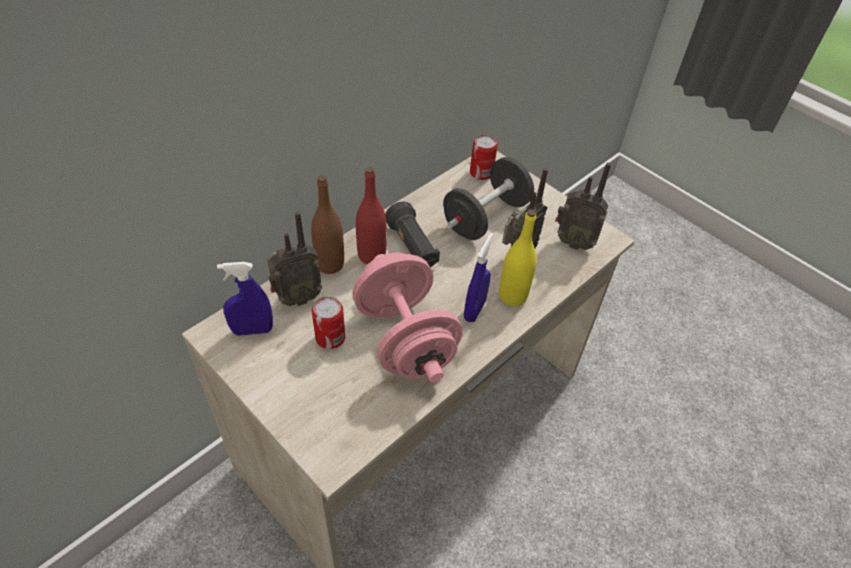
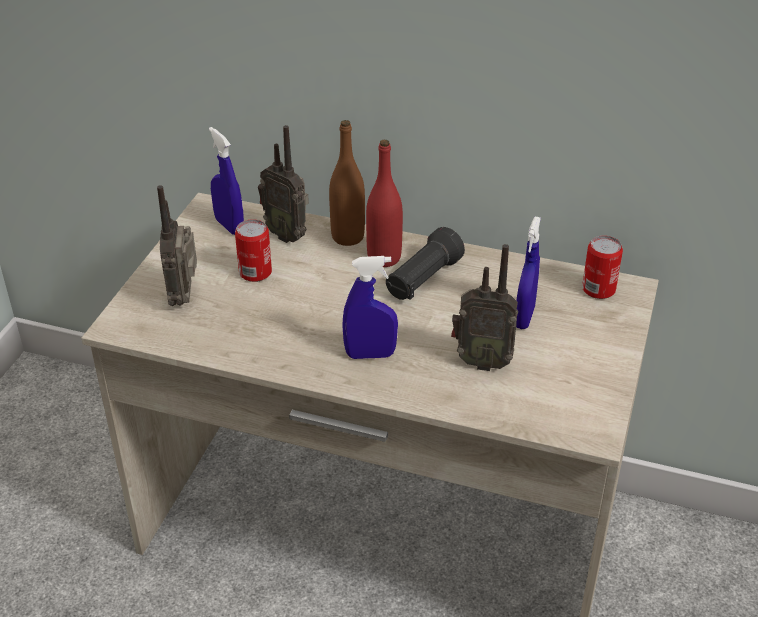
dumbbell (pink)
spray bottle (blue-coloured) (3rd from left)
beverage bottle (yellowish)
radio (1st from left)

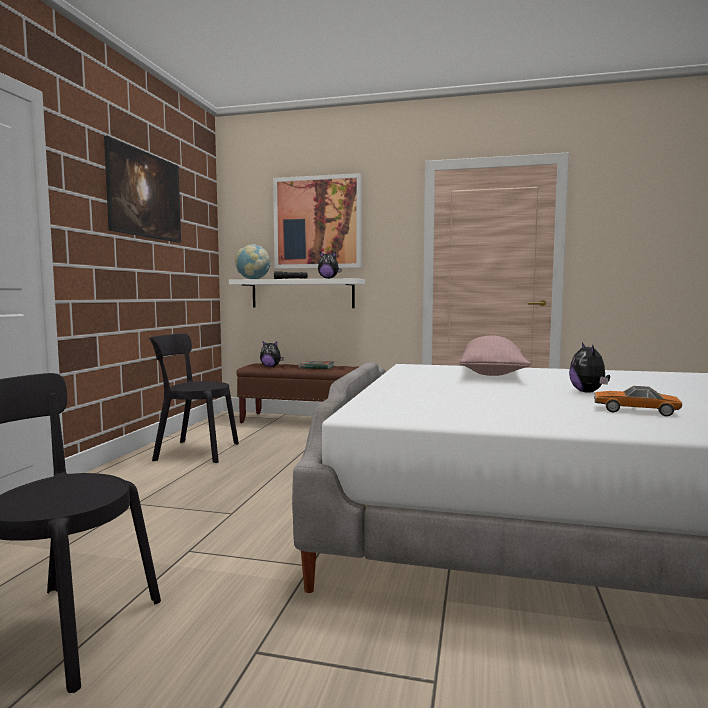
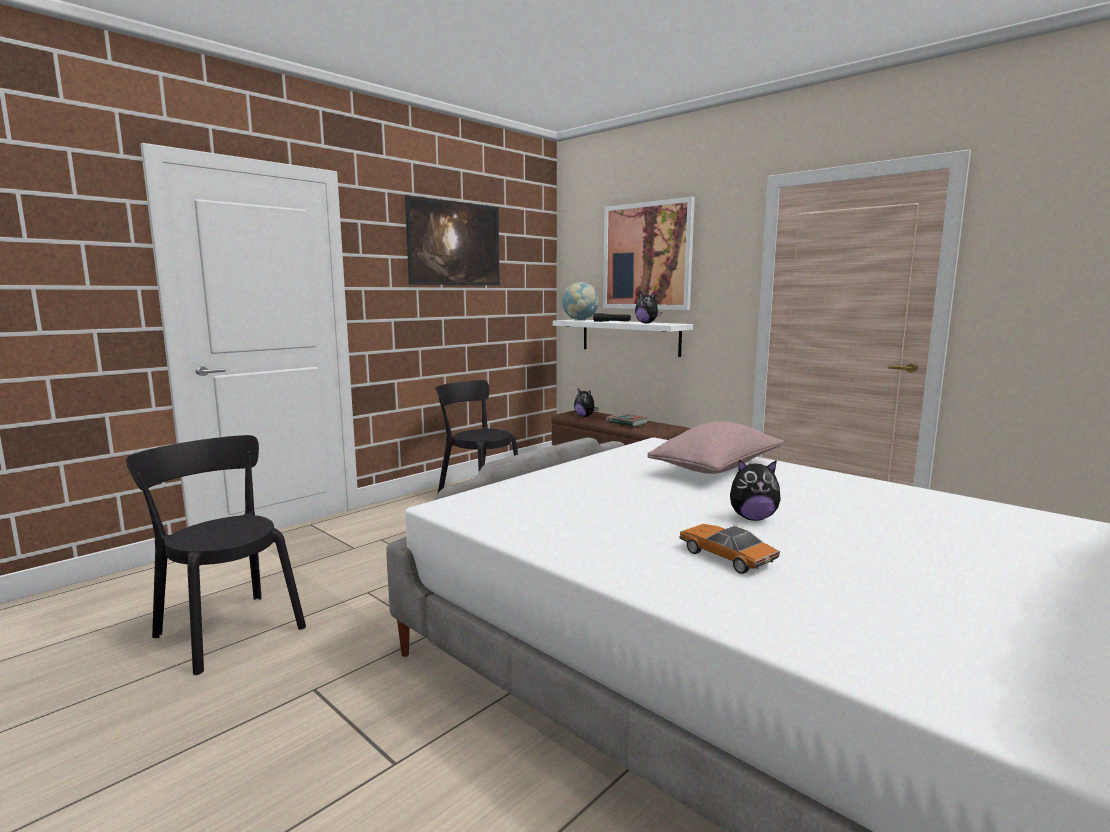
plush toy (3rd from left)

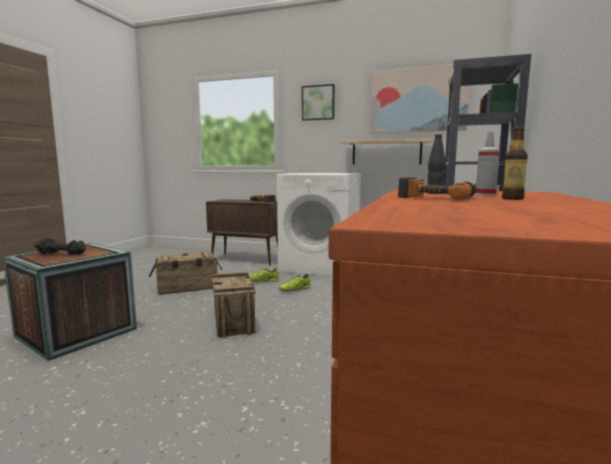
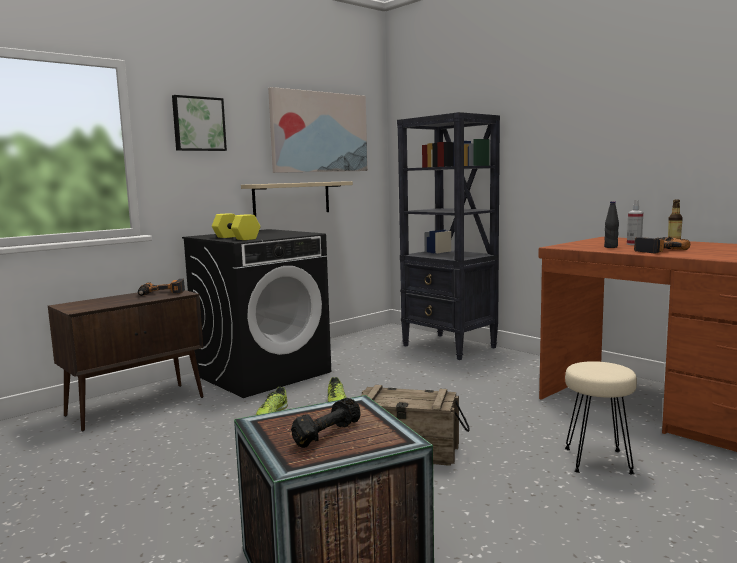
shipping crate (2nd from left in the first image)
laundry machine (blackish)
dumbbell (yellowish)
stool (sand-coloured)

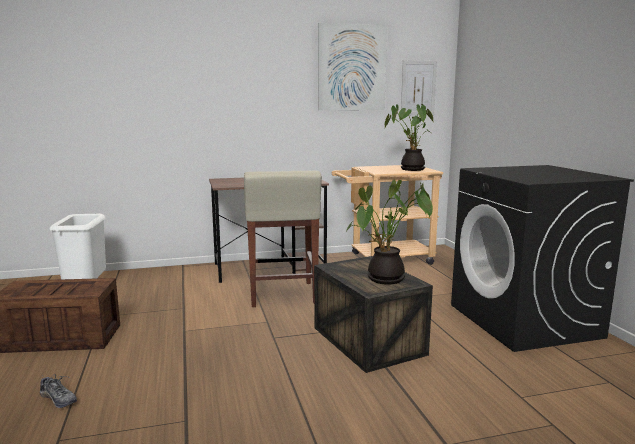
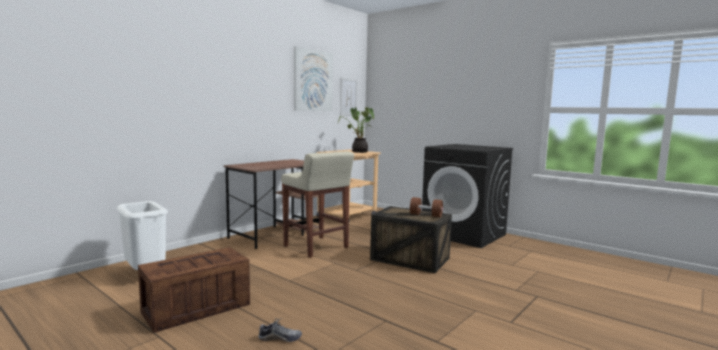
dumbbell (brown-coloured)

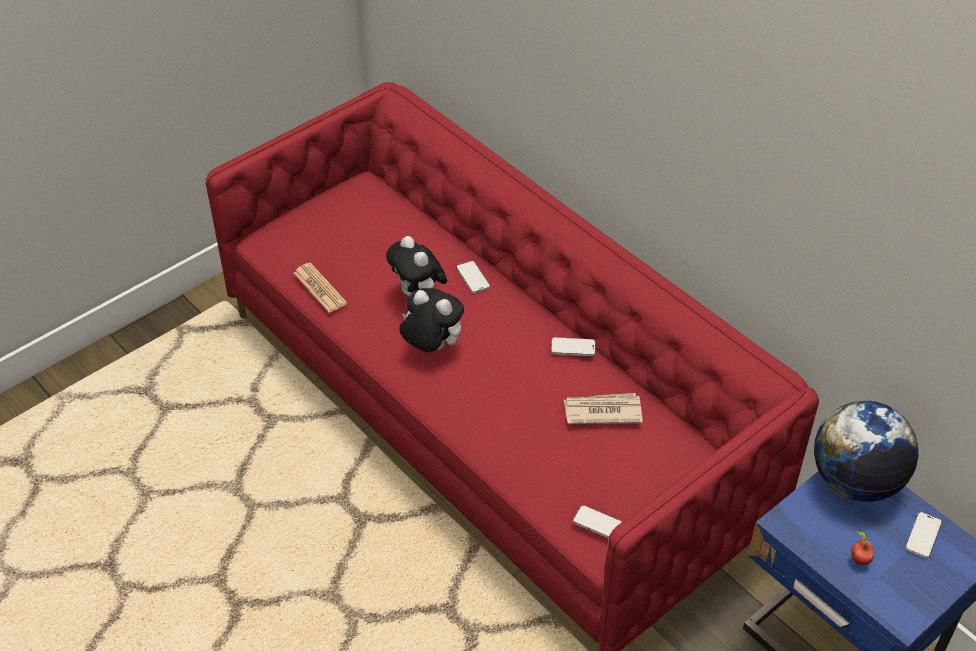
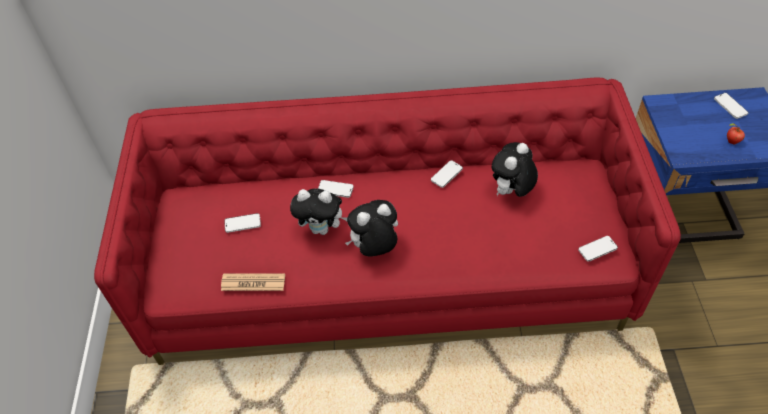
plush toy (3rd from left)
globe
telephone (1st from left)

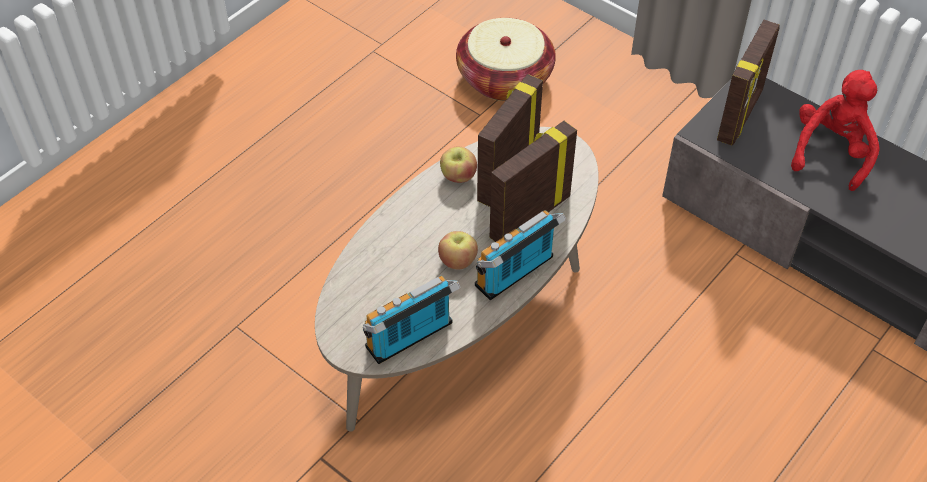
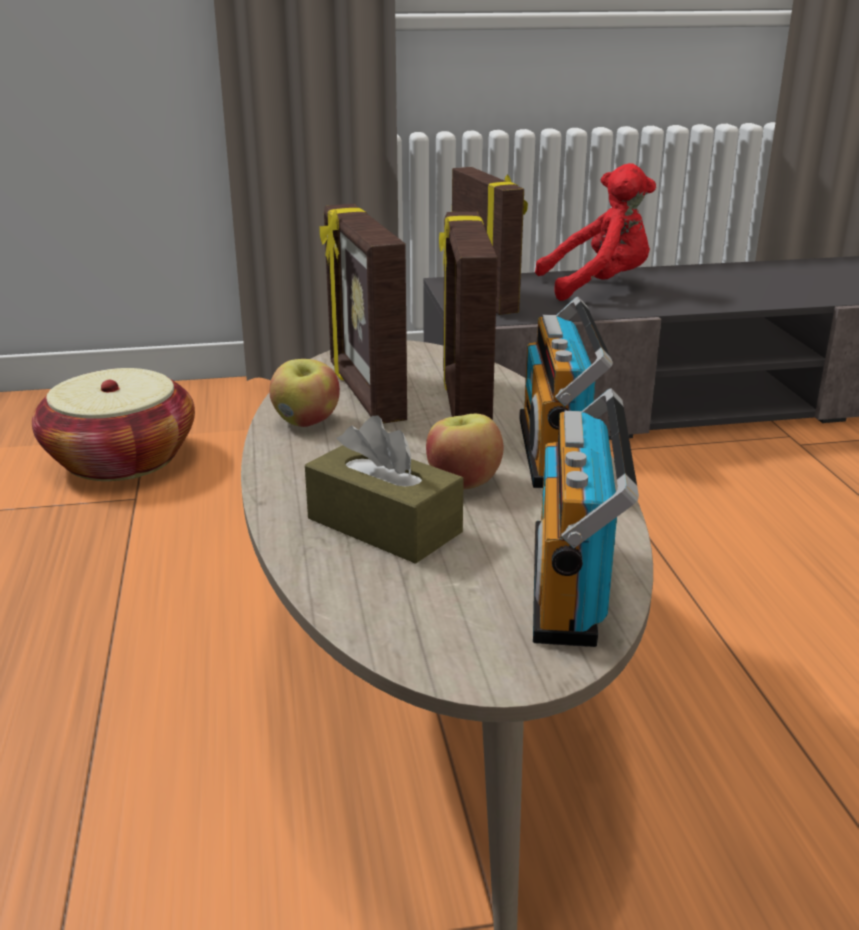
plush toy (reddish)
tissue holder (brown-coloured)

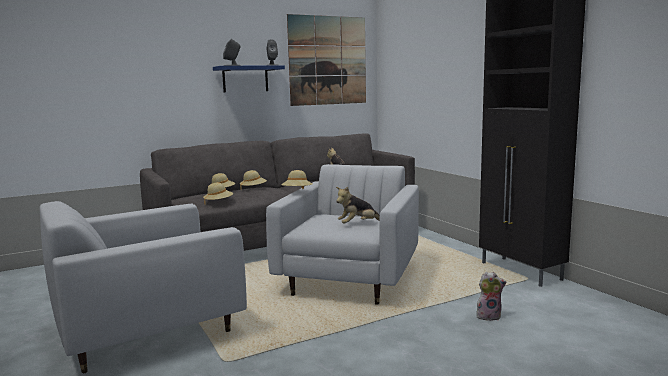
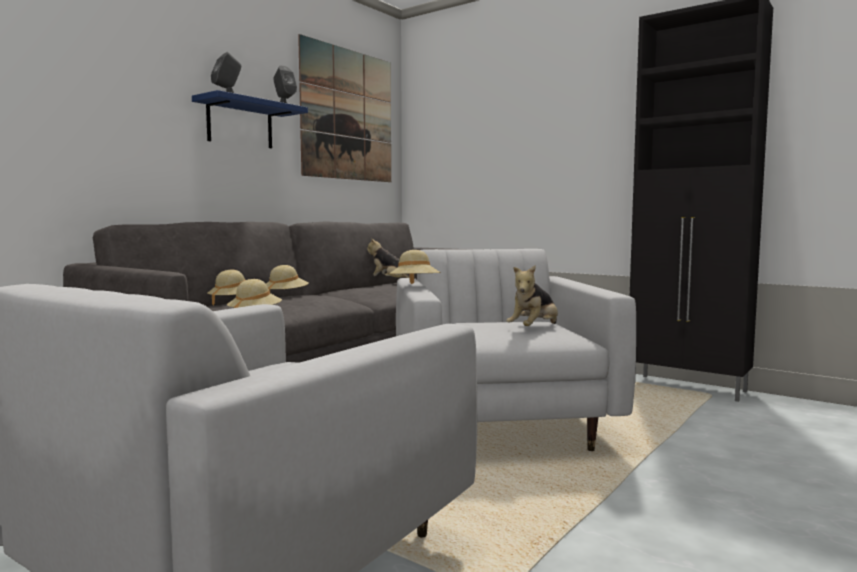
plush toy (3rd from left in the first image)

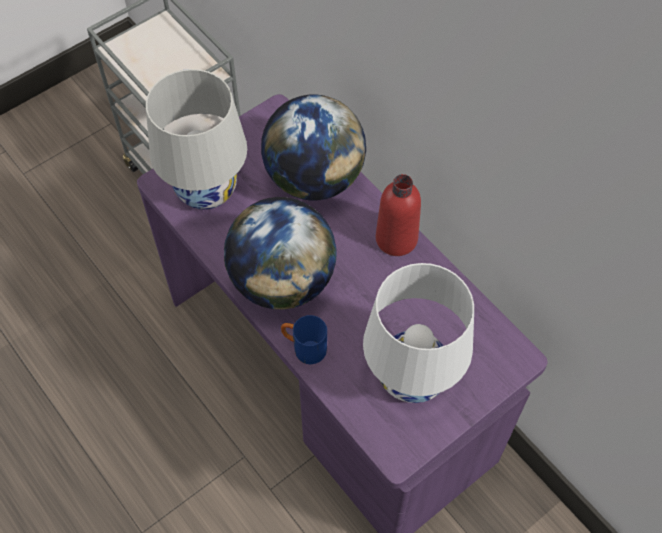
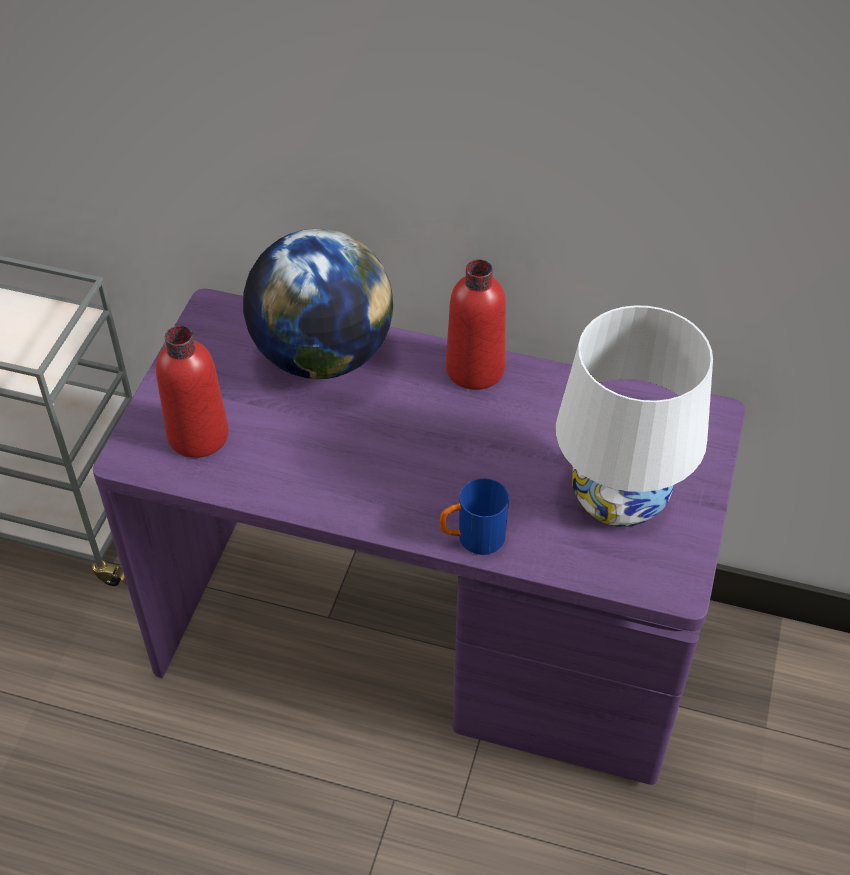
beverage bottle (reddish) (1st from left)
globe (1st from left in the first image)

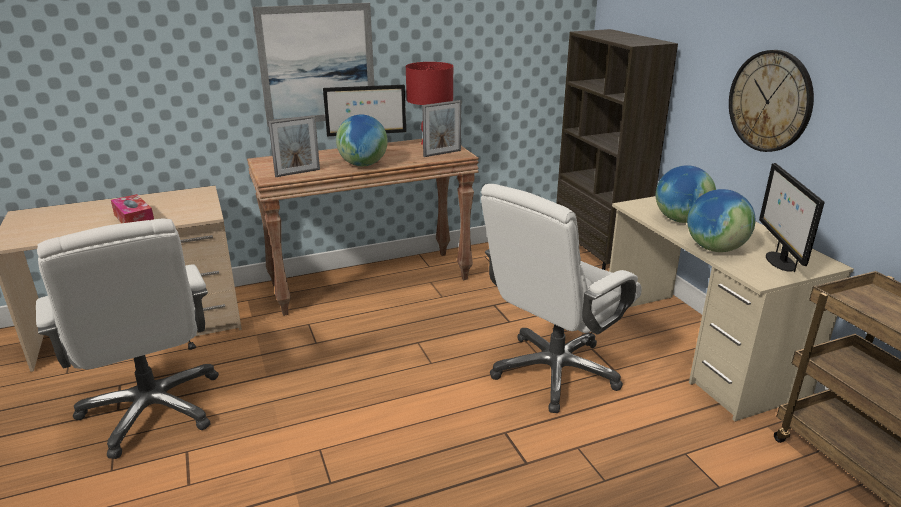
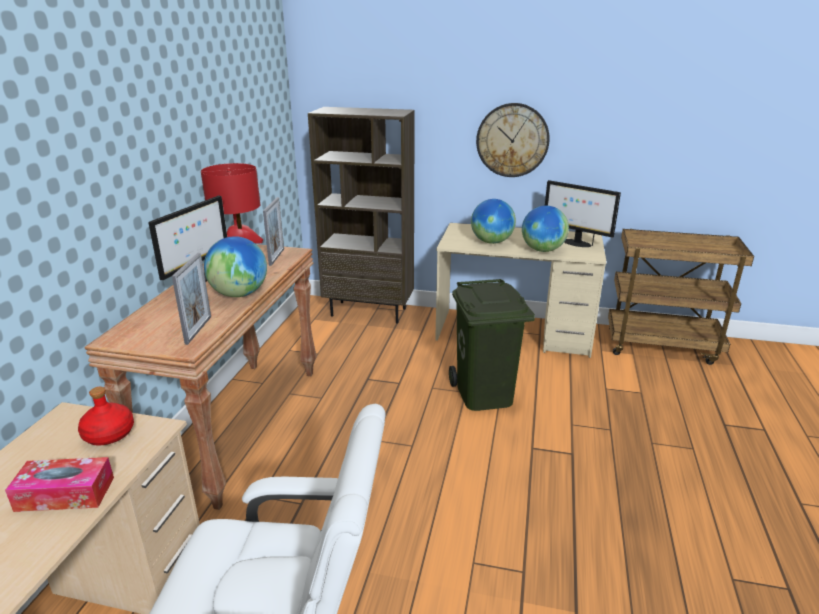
wall picture
trash can (greenish)
beverage bottle (reddish)

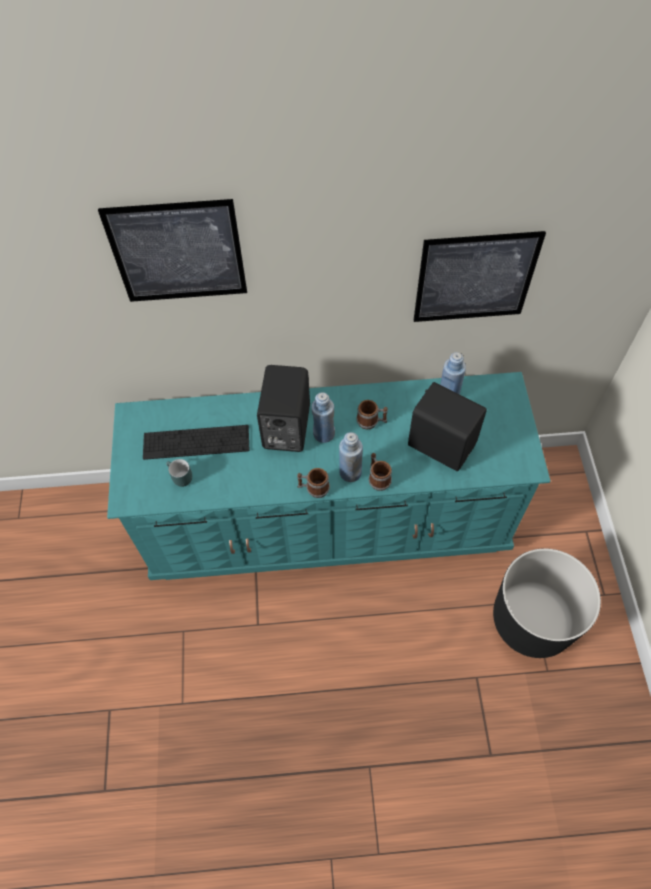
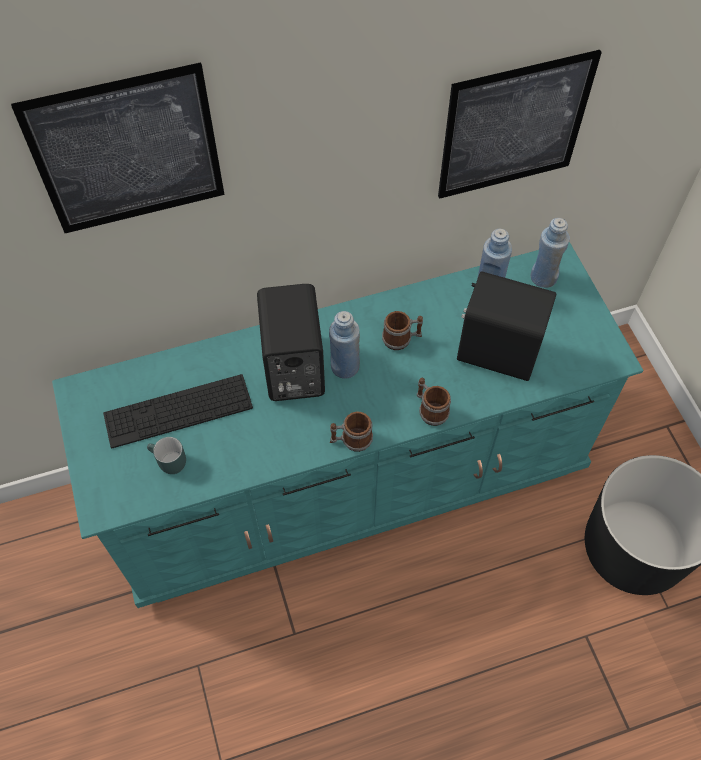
beverage bottle (blue-coloured) (3rd from left)

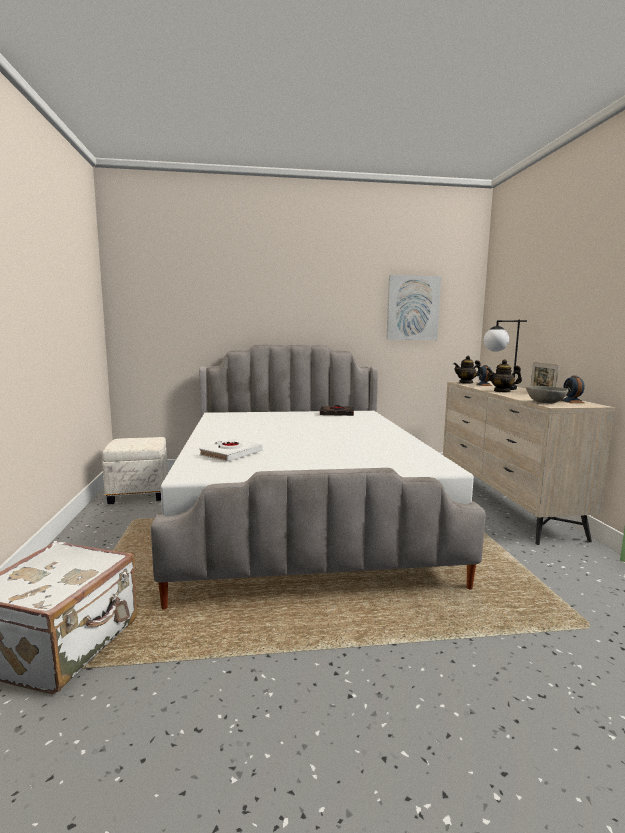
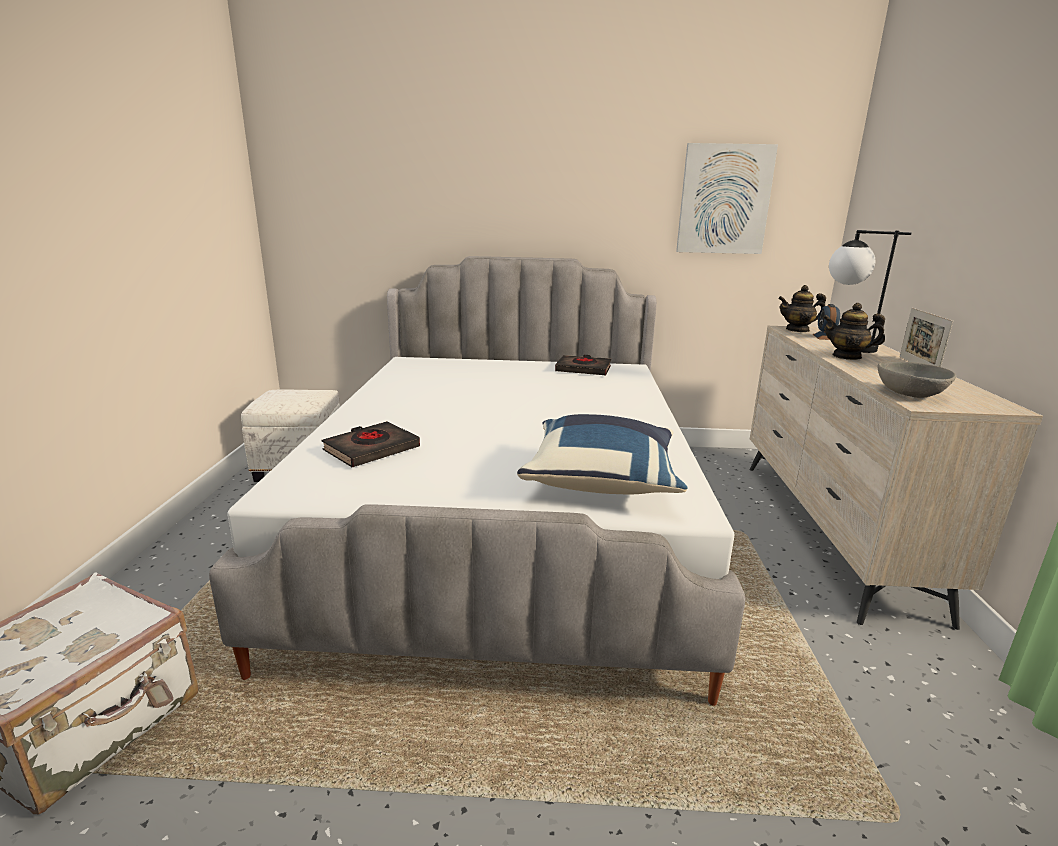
bound book (blackish) (1st from left)
alarm clock (2nd from left in the first image)
throw pillow (blue-coloured)

